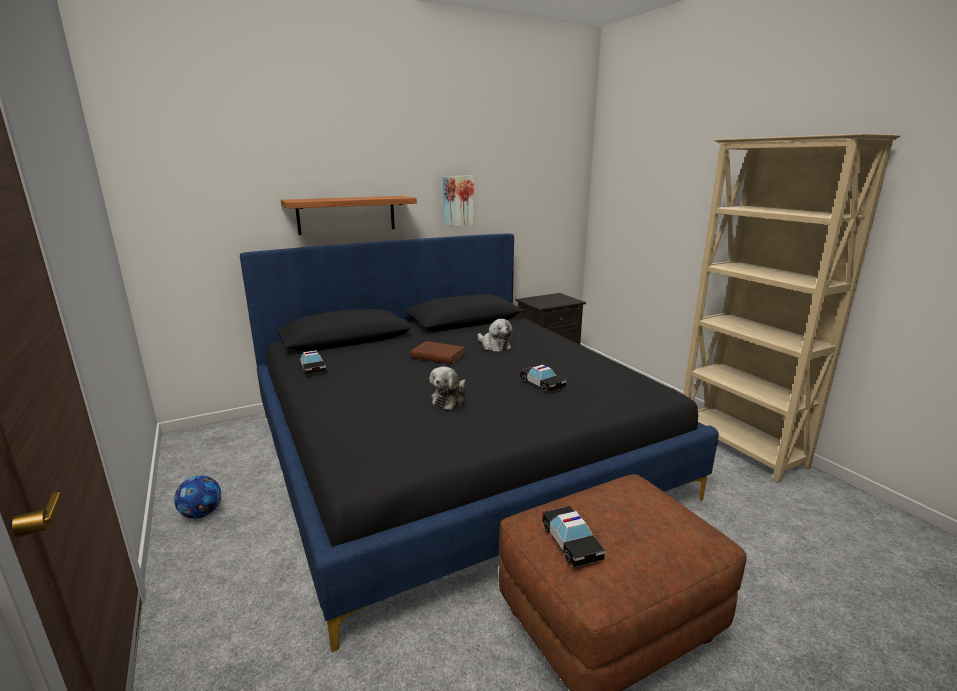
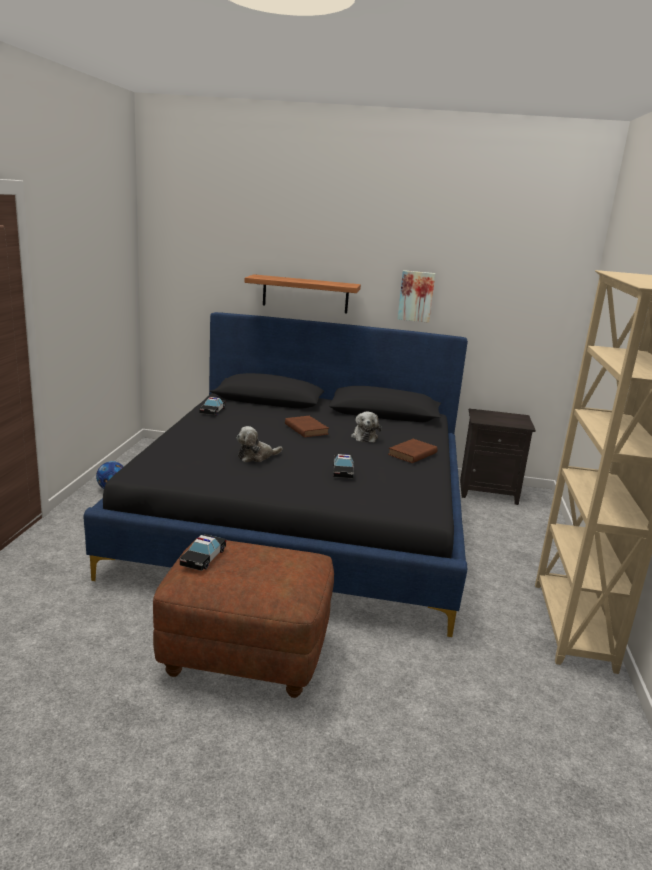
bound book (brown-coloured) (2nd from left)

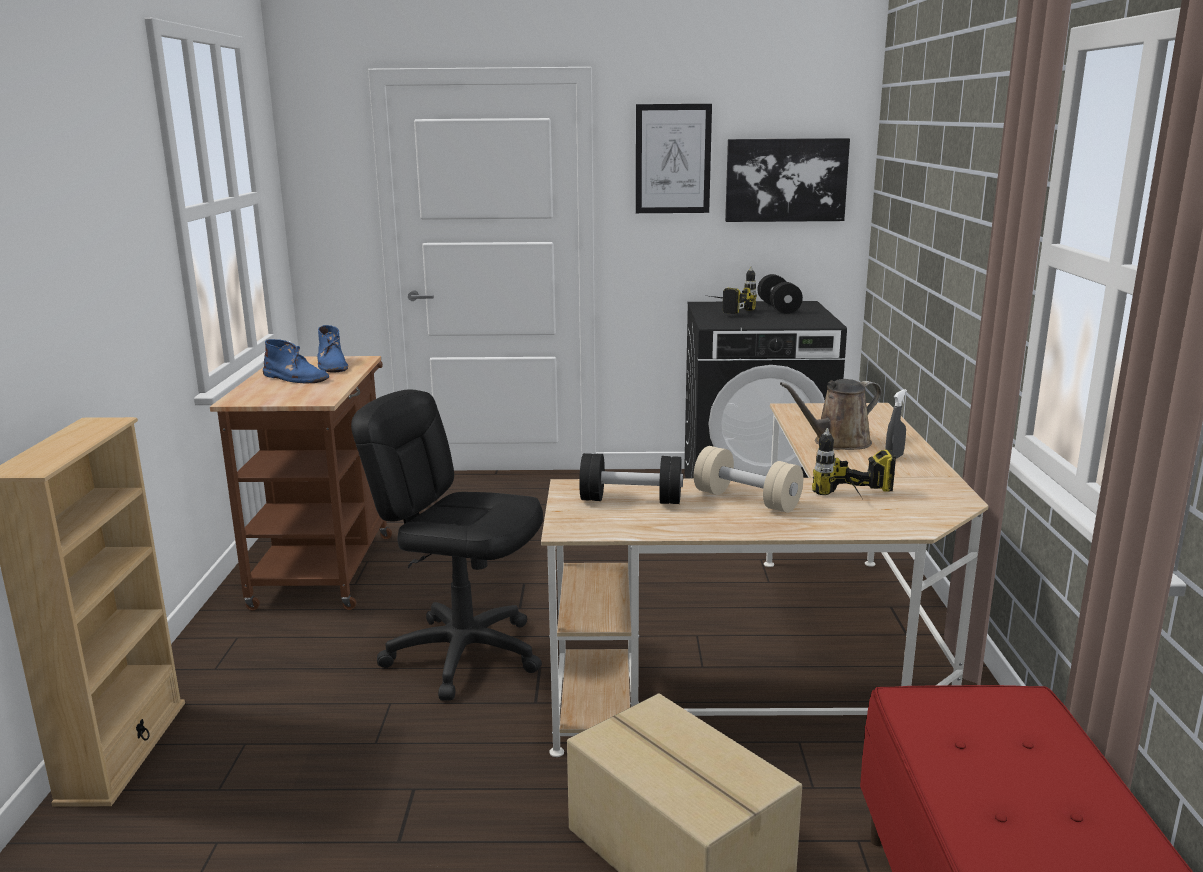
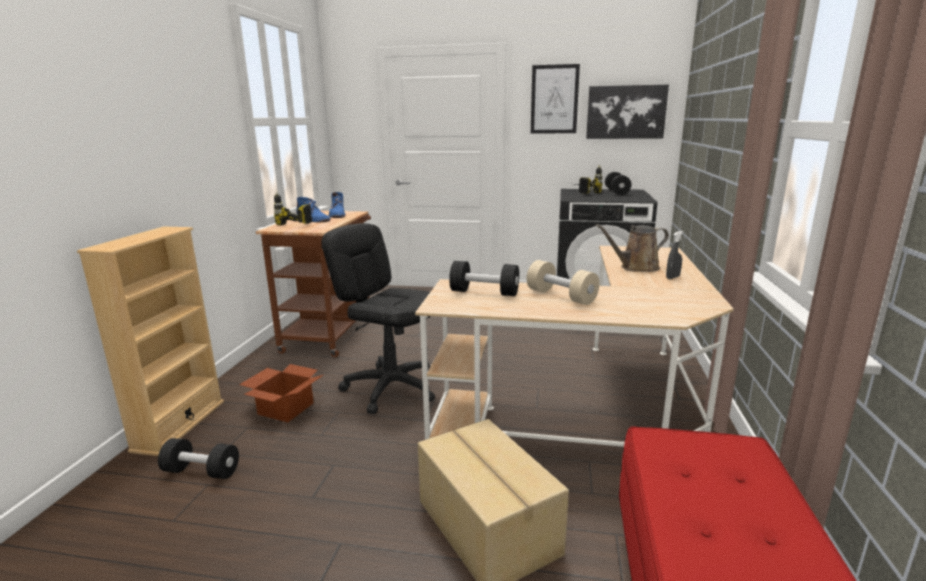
electric drill (1st from left)
dumbbell (blackish) (1st from left)
carton (1st from left)

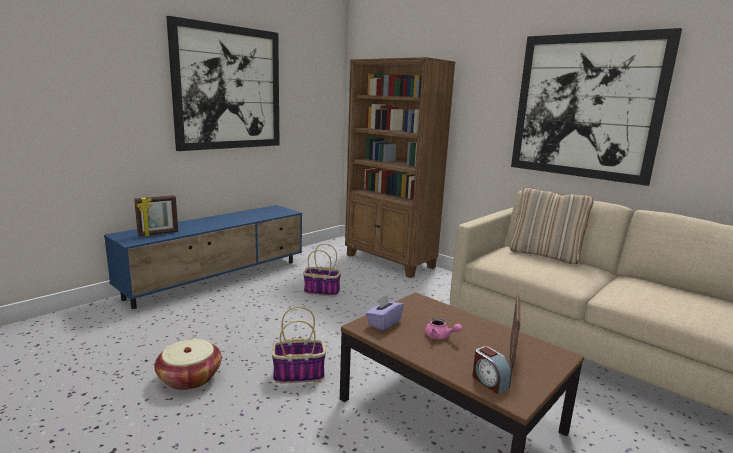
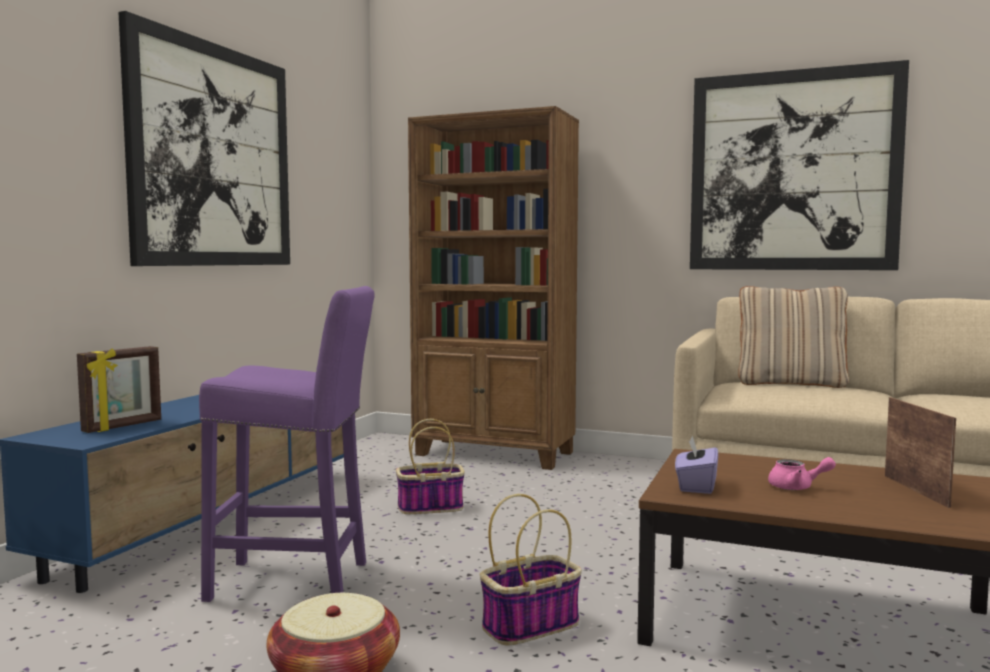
alarm clock
stool (purplish)

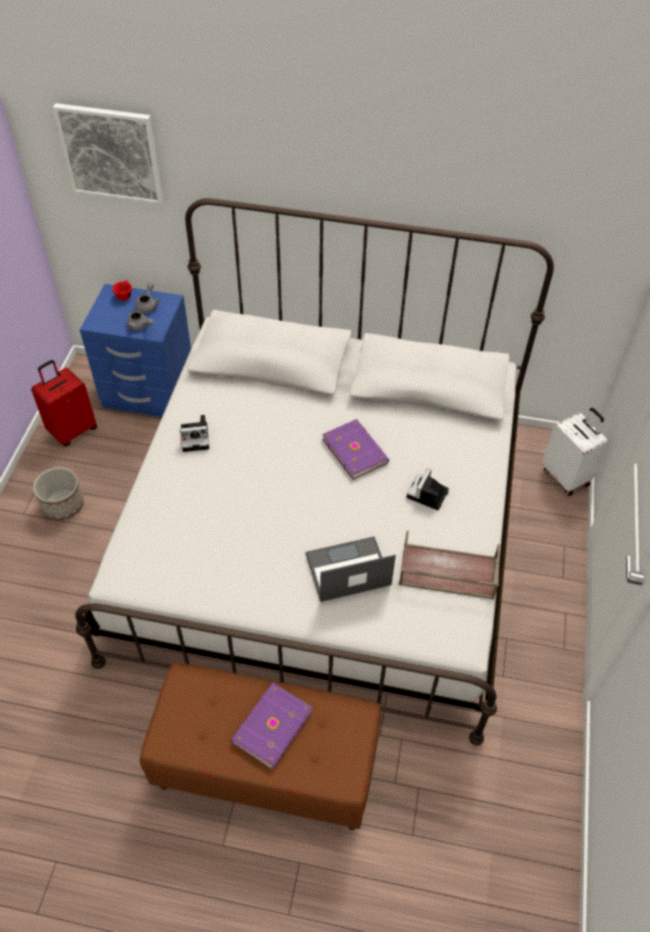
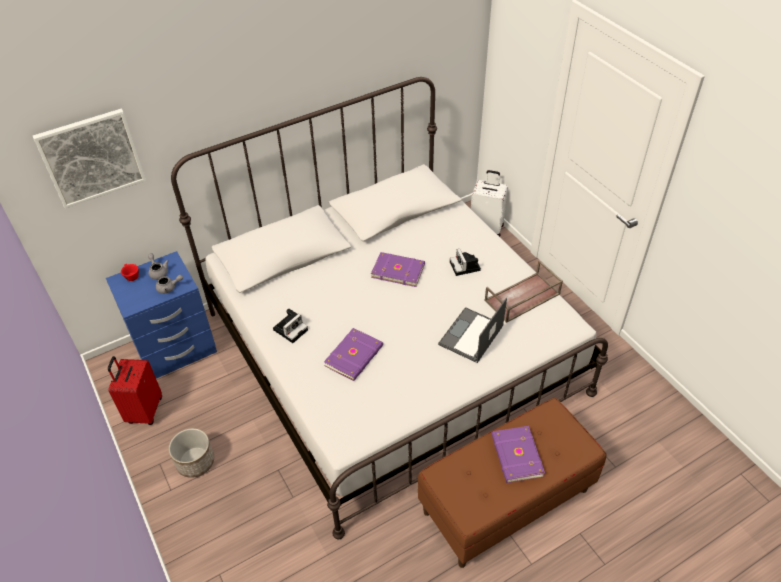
bound book (purplish) (1st from left)

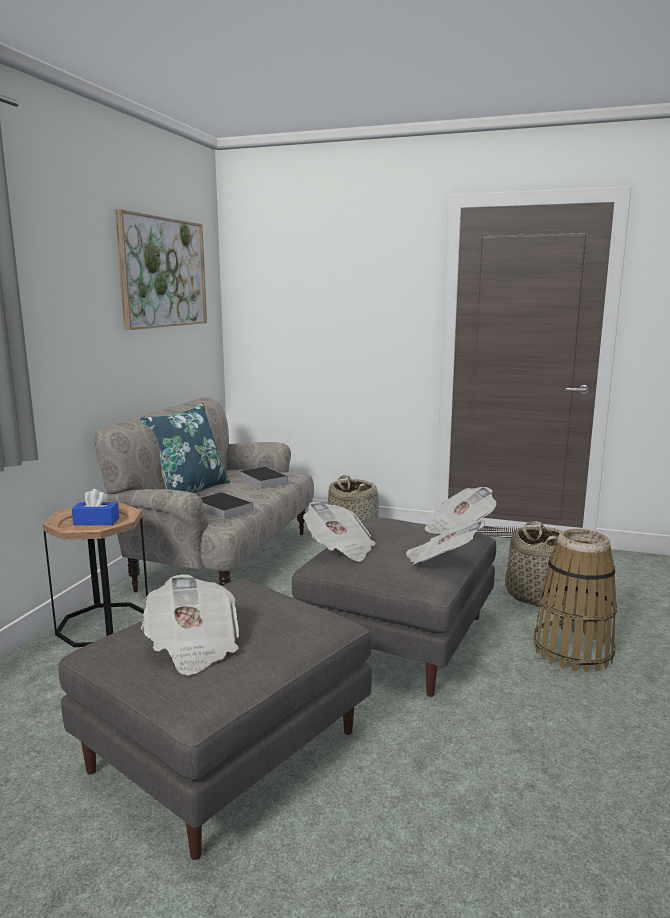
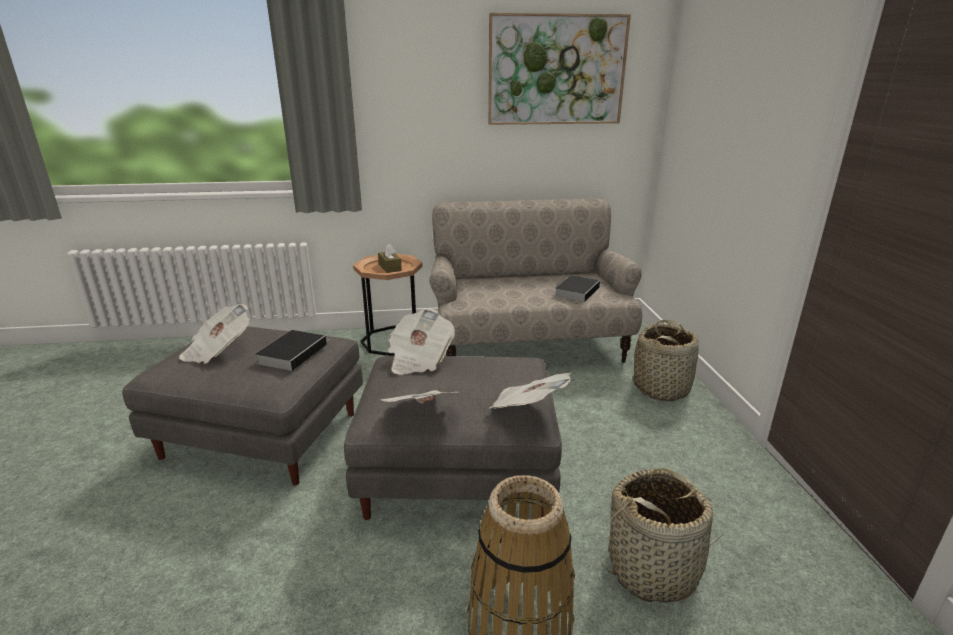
tissue holder (brown-coloured)
throw pillow (blue-coloured)
bound book (1st from left)

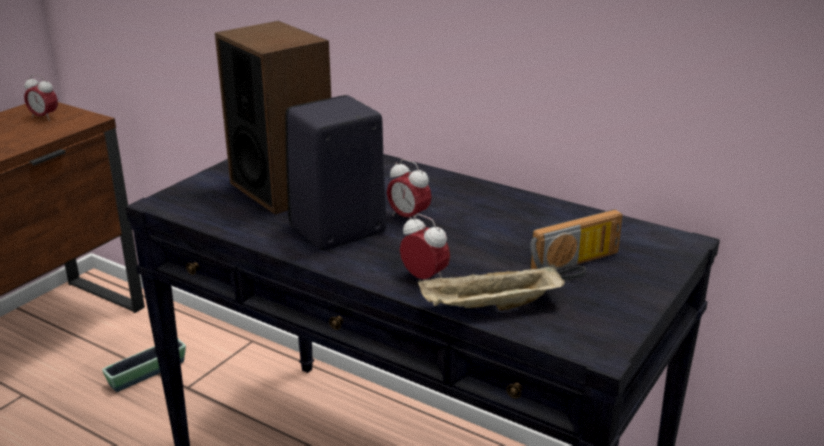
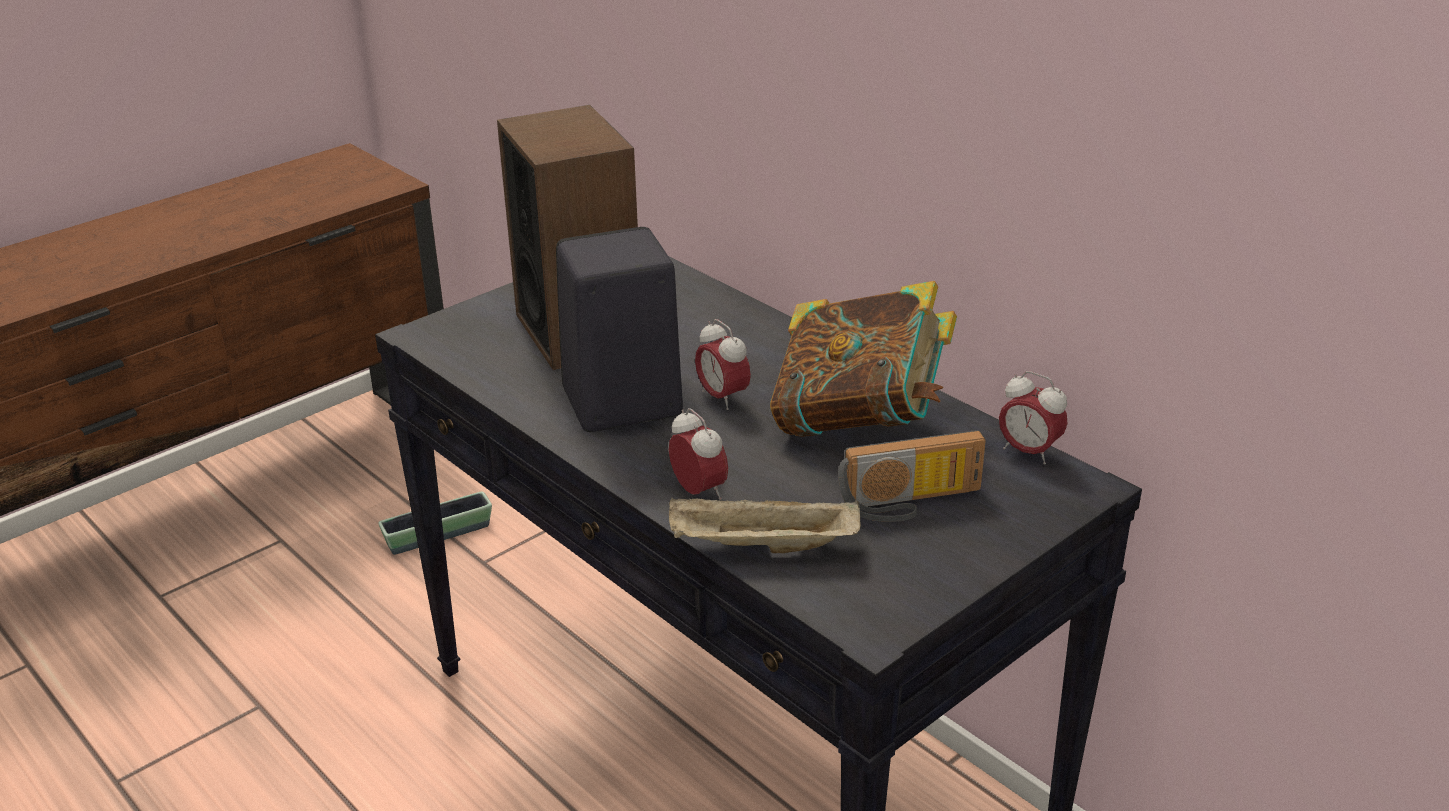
alarm clock (3rd from left)
bound book

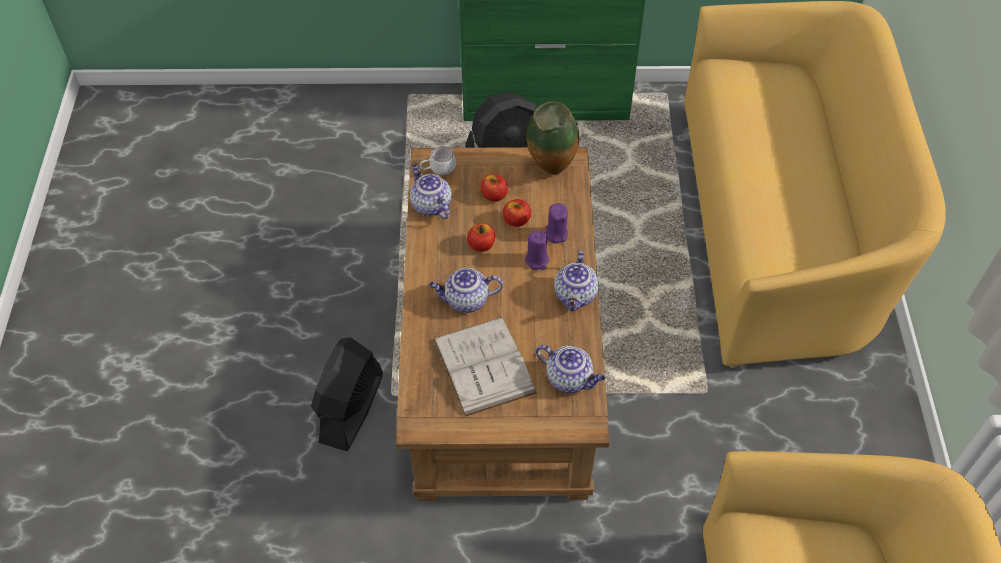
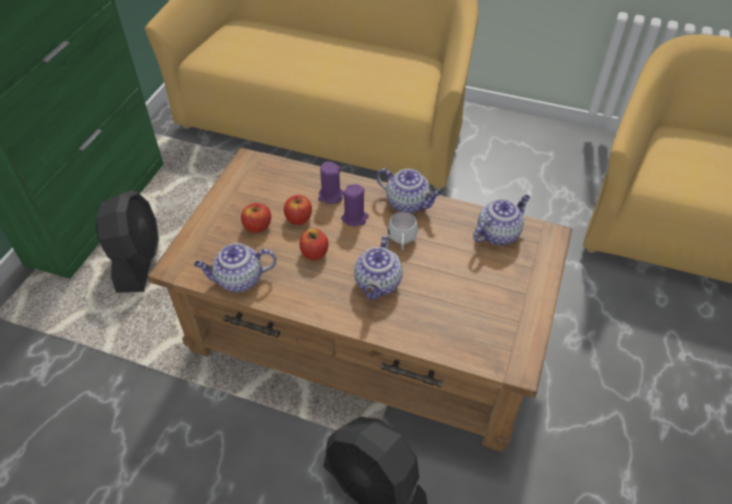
coffee mug (whitish)
bound book (whitish)
vase

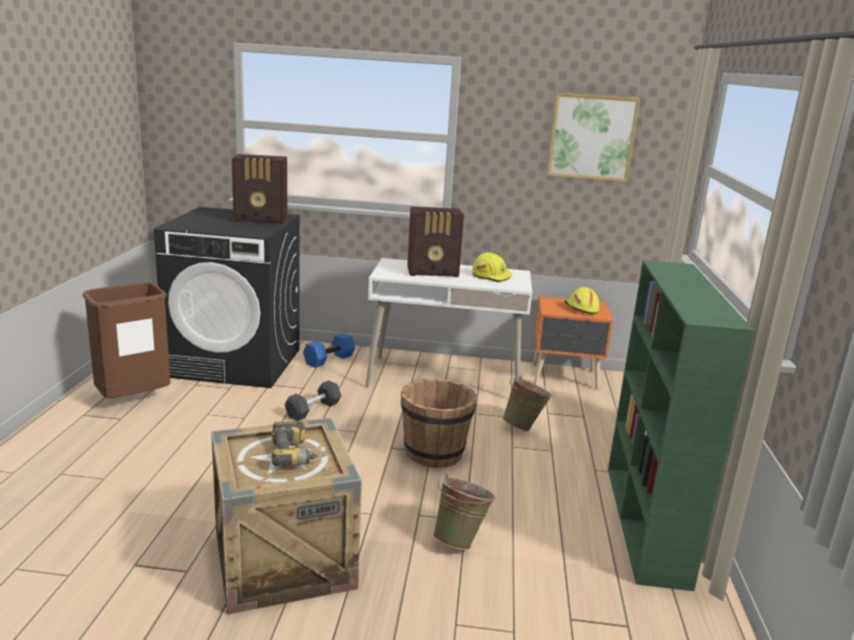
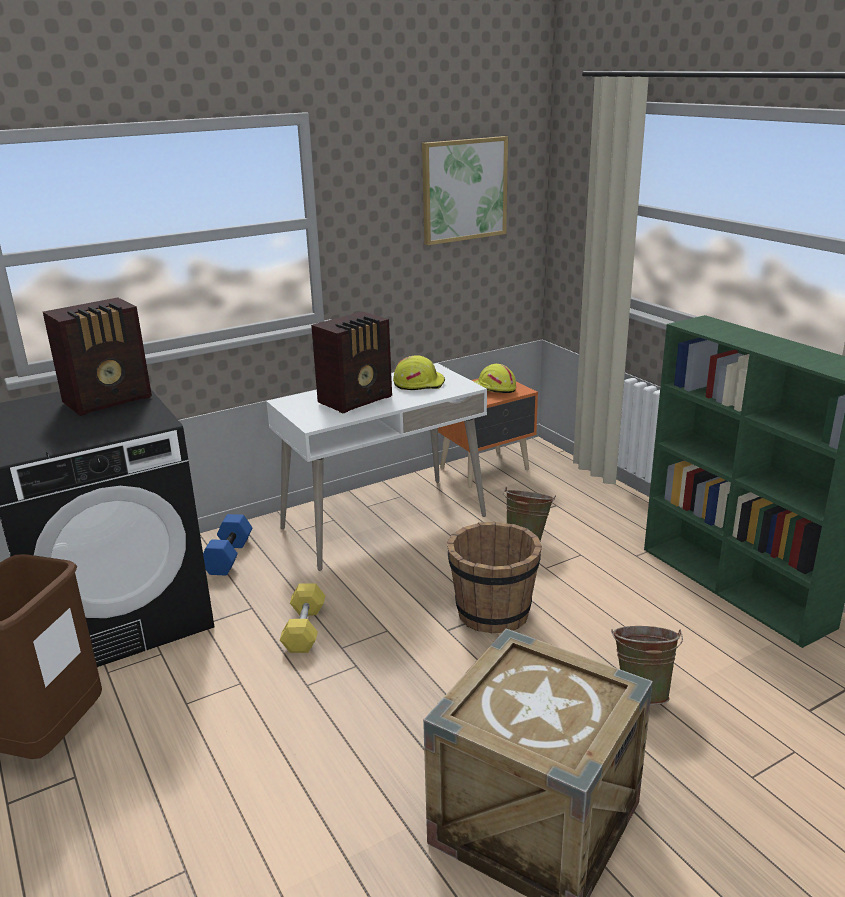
electric drill
dumbbell (yellowish)

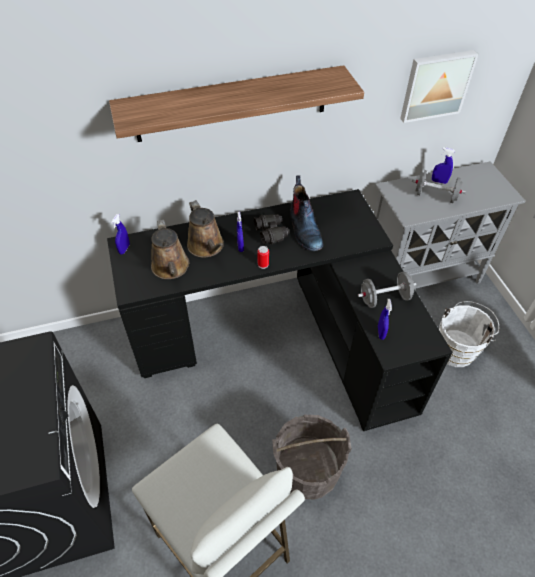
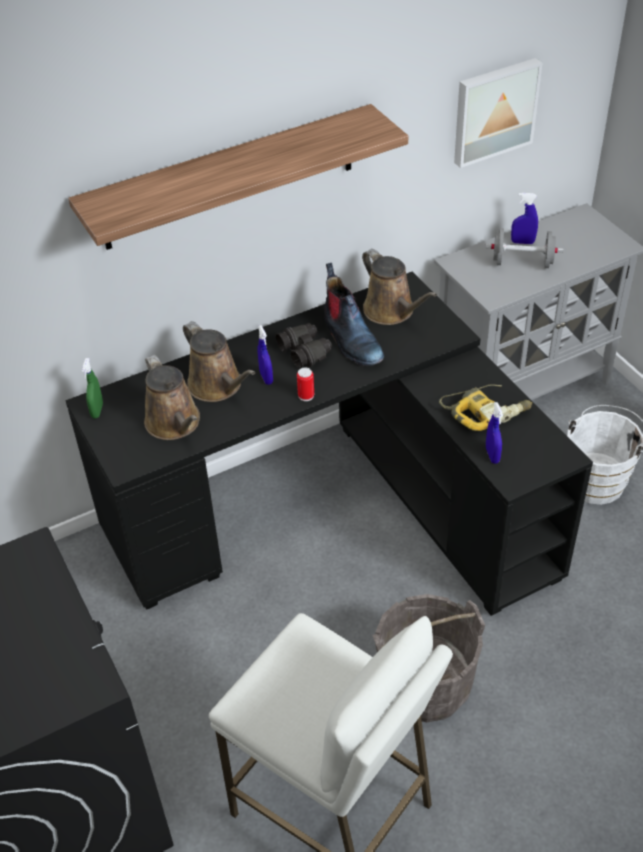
spray bottle (greenish)
electric drill
watering can (brown-coloured) (3rd from left)

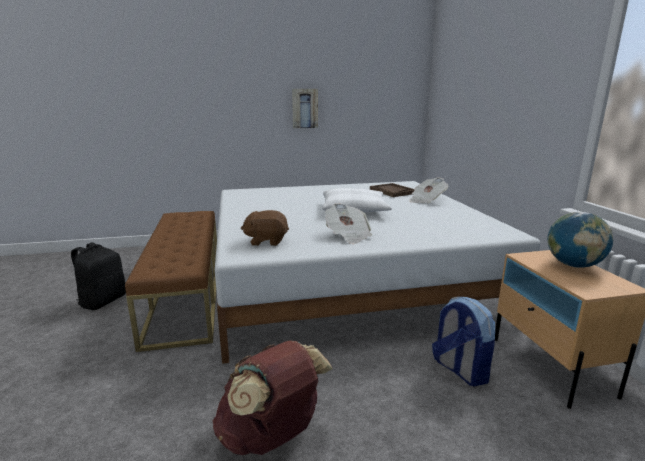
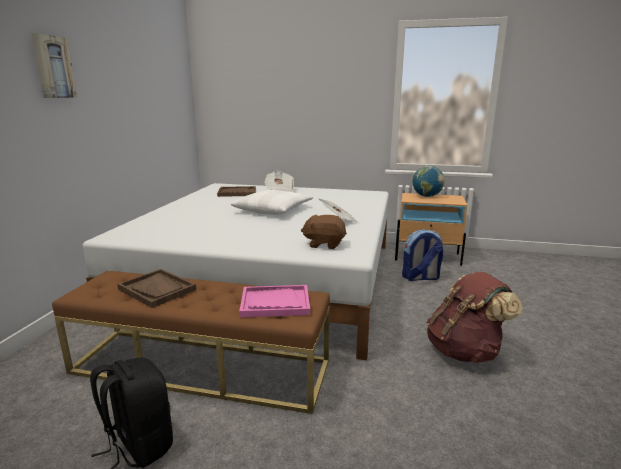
plush toy (brown-coloured)
wall picture
tray (brown-coloured) (1st from left)
tray (pink)

